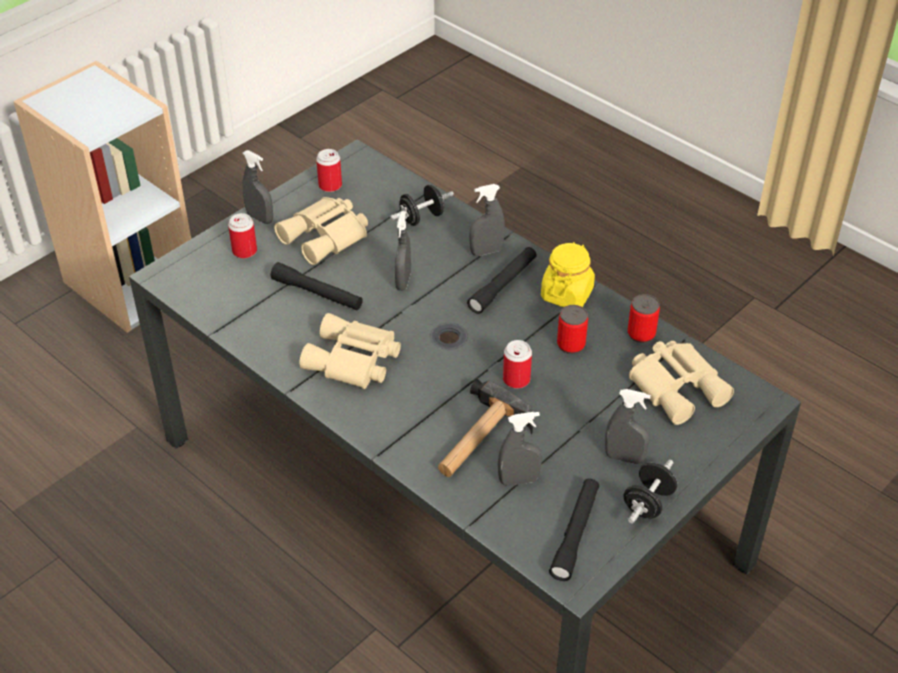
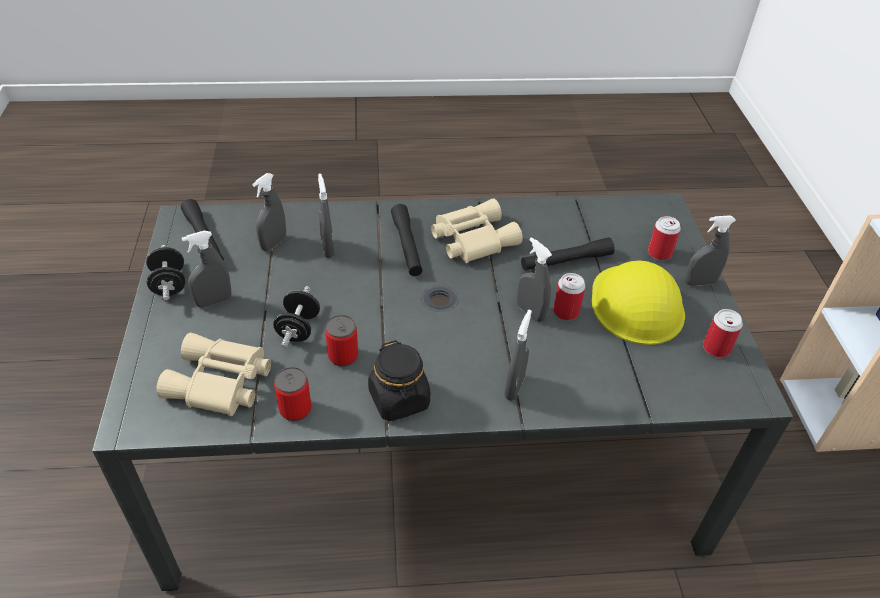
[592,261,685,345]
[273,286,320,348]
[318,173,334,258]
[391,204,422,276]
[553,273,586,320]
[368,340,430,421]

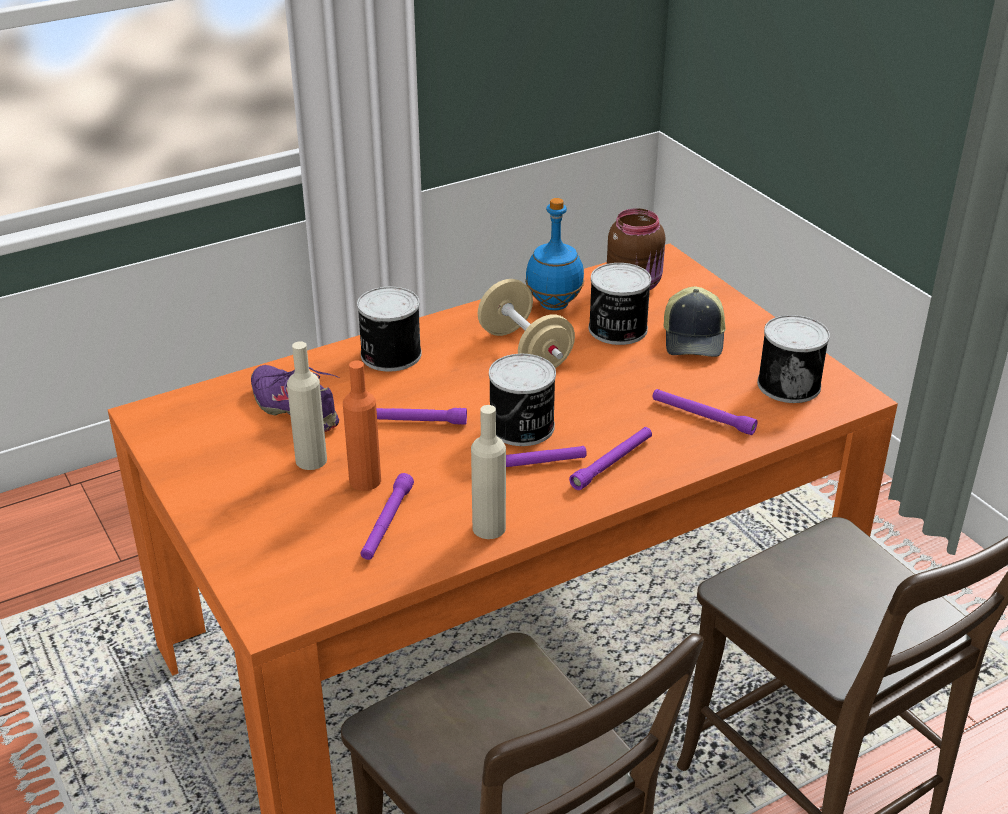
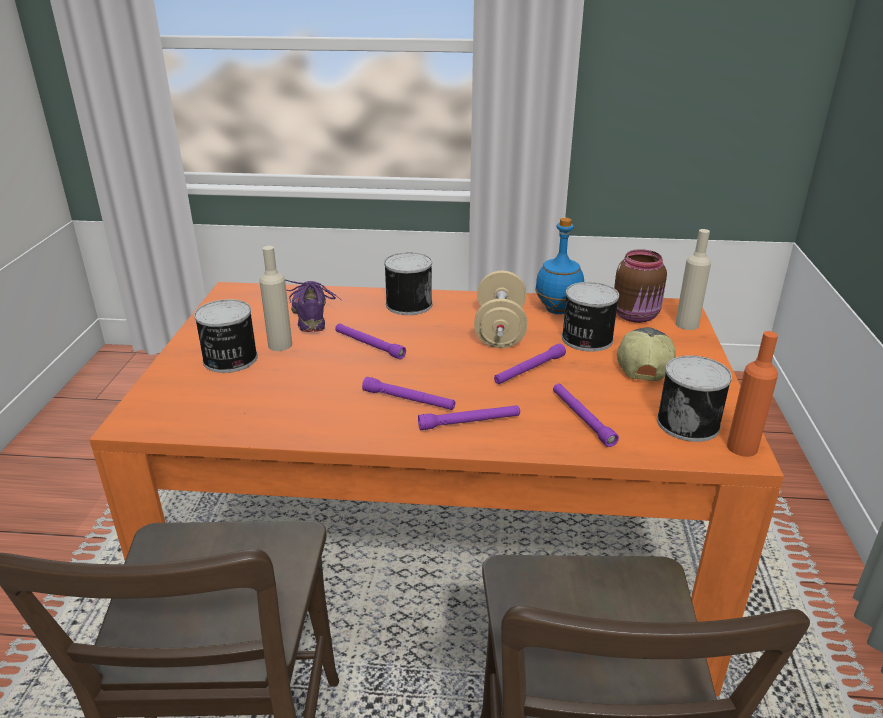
[727,331,778,457]
[494,343,566,384]
[675,229,711,330]
[194,299,258,373]
[617,327,676,381]

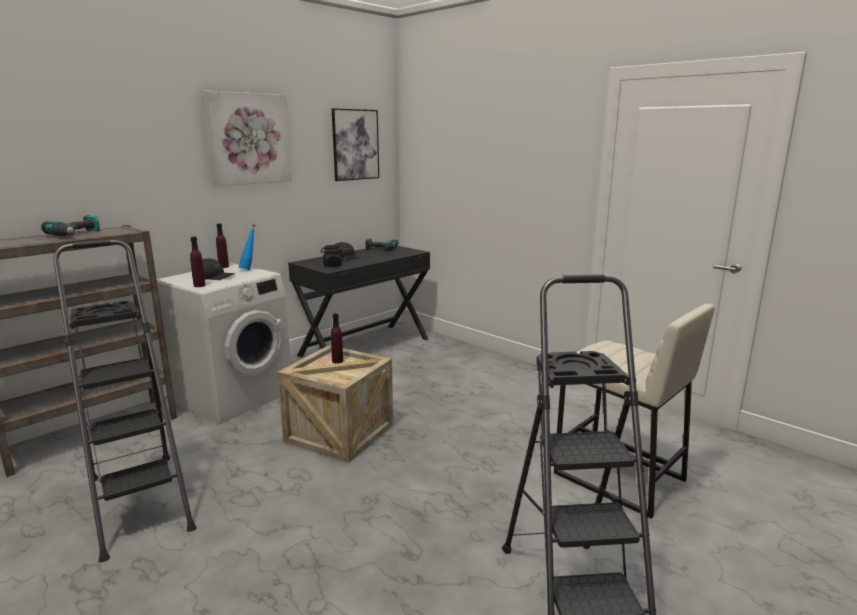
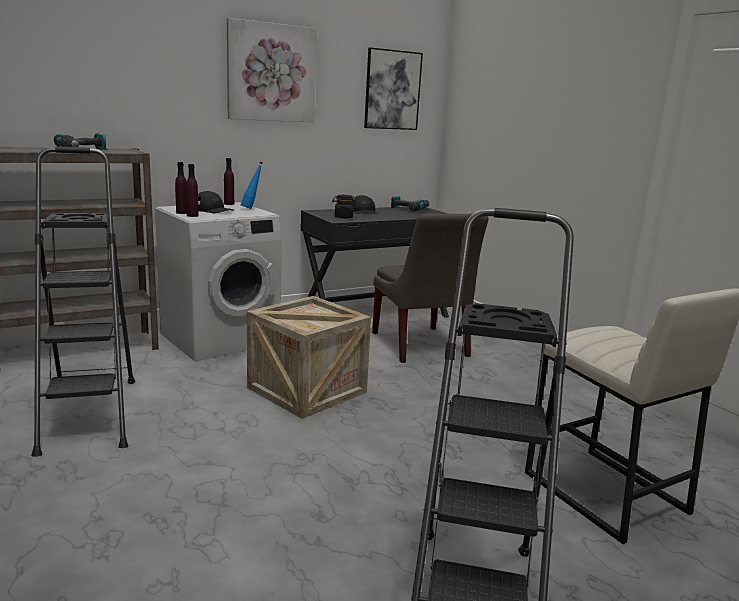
[175,162,187,214]
[372,214,489,363]

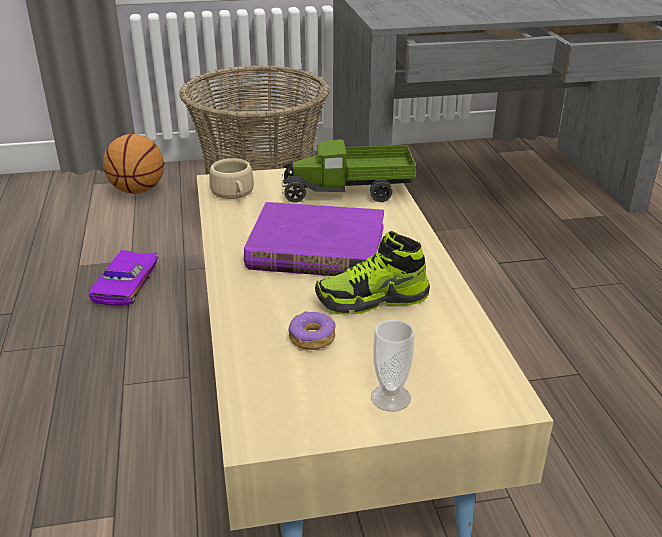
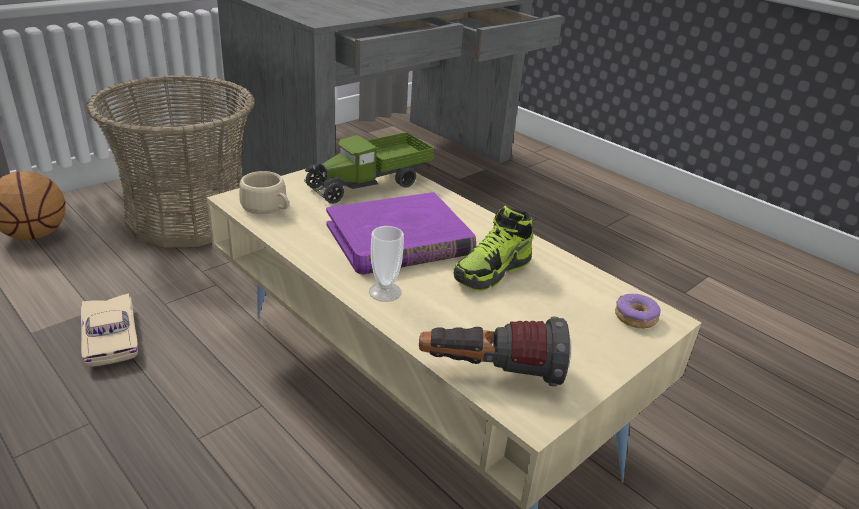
[81,294,138,367]
[615,294,661,329]
[369,226,404,302]
[419,317,571,386]

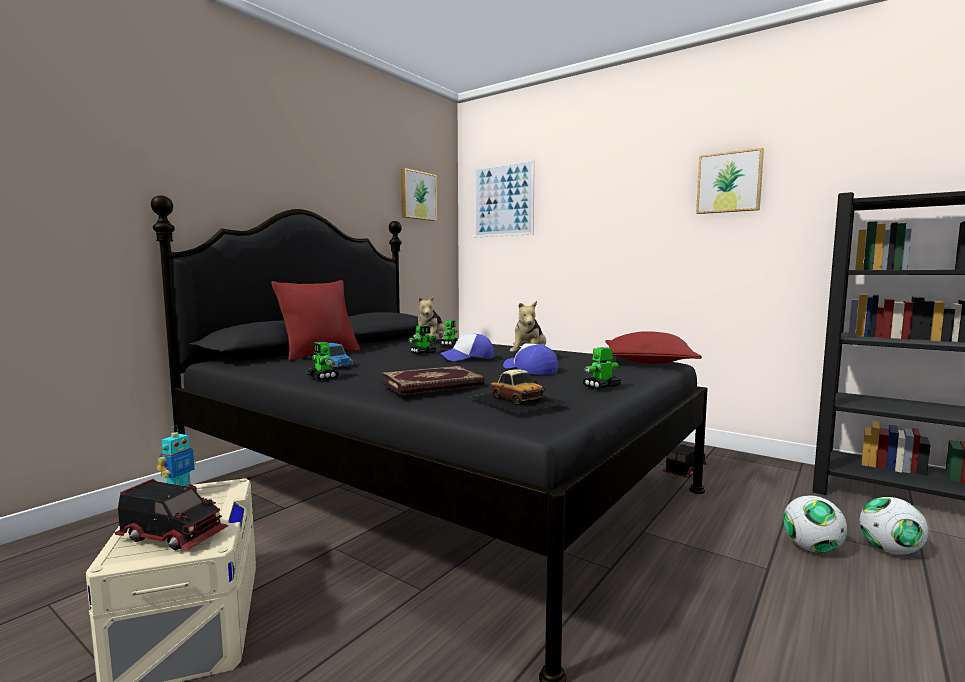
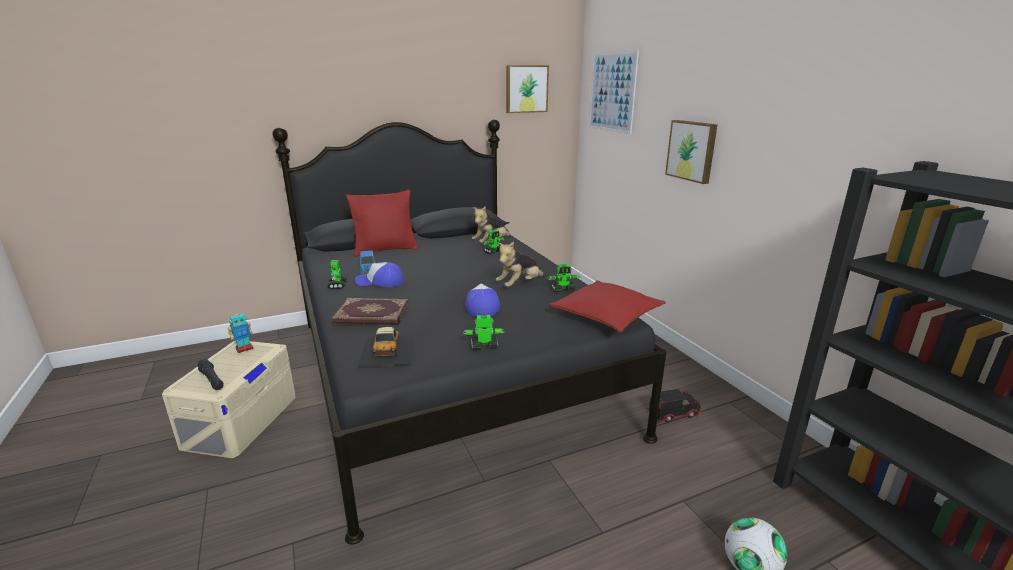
[197,359,224,390]
[548,264,580,292]
[355,262,404,287]
[665,120,718,184]
[783,495,847,553] (first image)

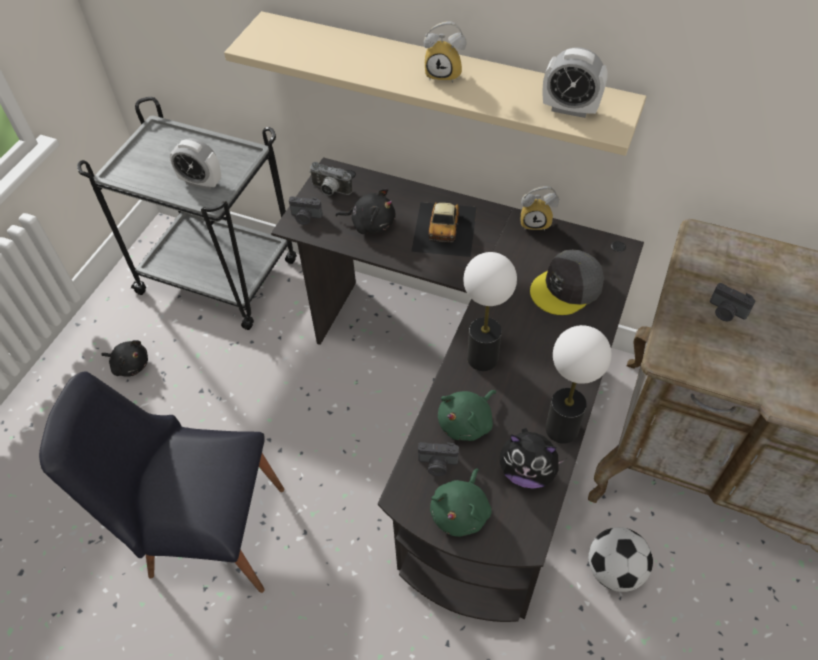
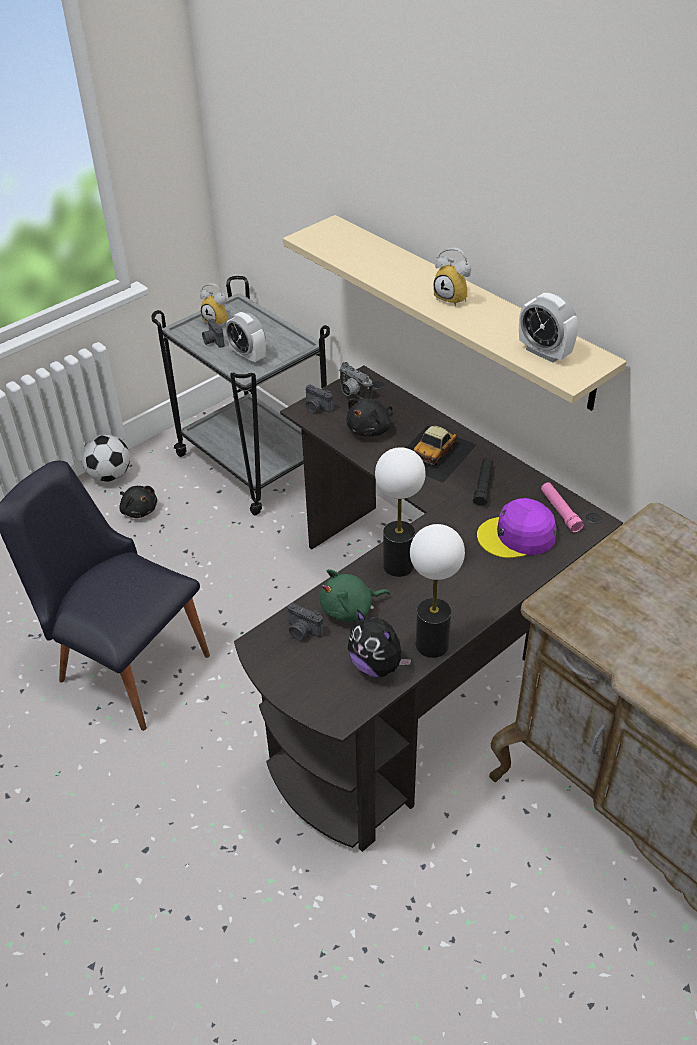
[346,398,393,436]
[430,468,492,537] (first image)
[200,283,228,325]
[477,498,556,558]
[82,435,130,482]
[202,319,225,348]
[473,458,493,507]
[541,482,584,533]

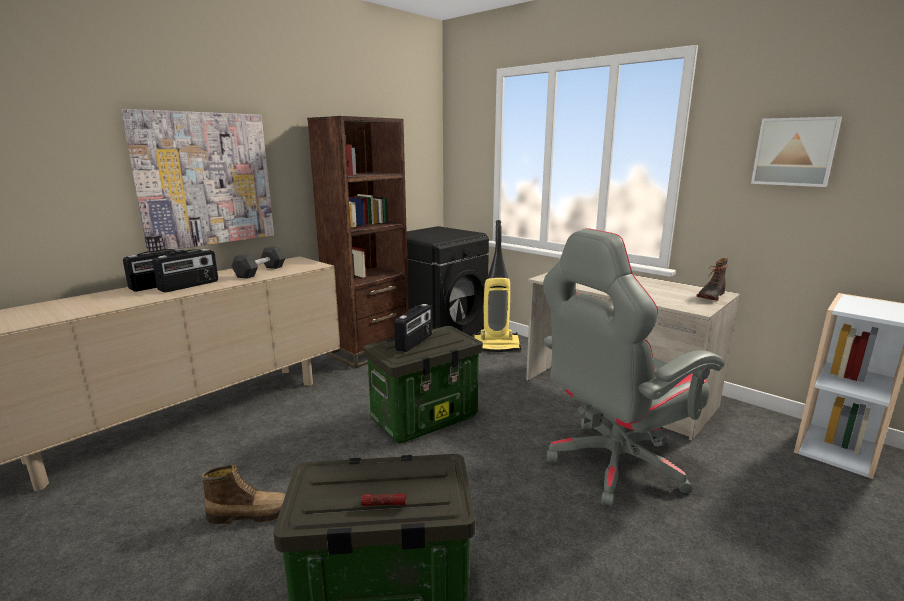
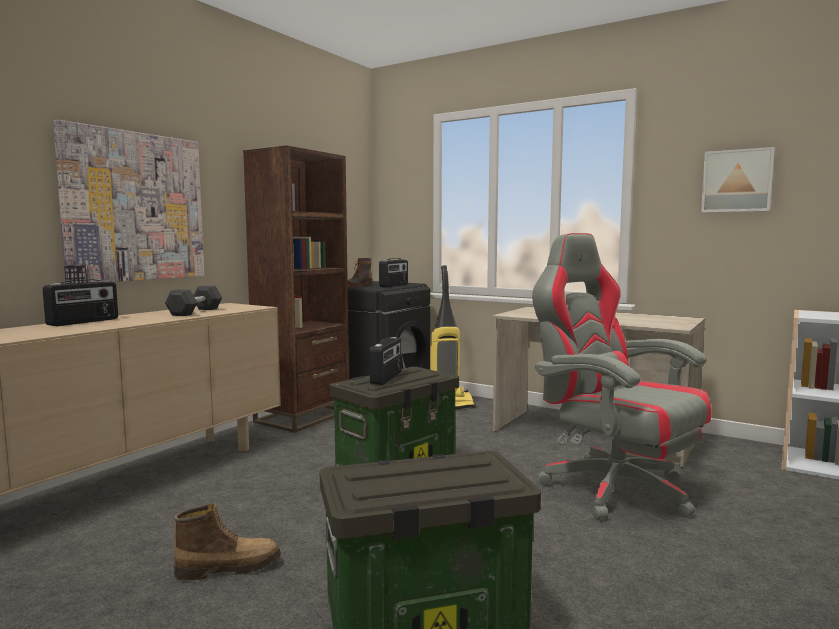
[379,258,408,287]
[361,493,406,506] (first image)
[532,233,712,520]
[348,258,372,287]

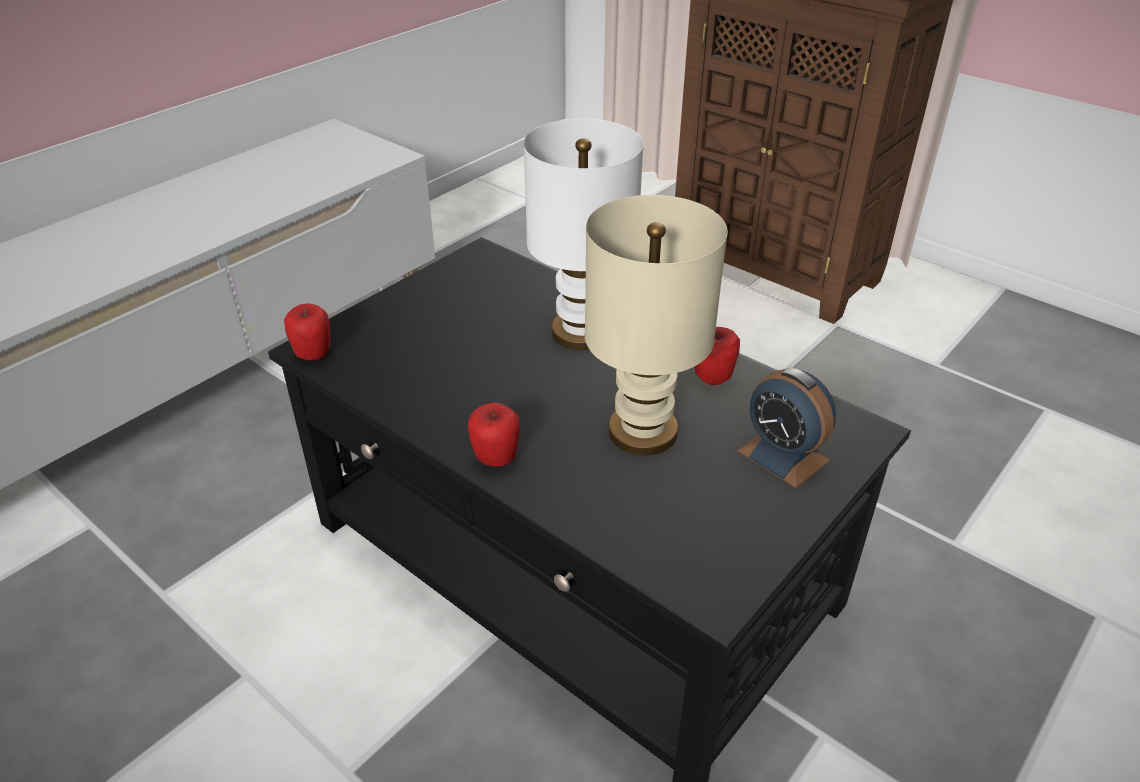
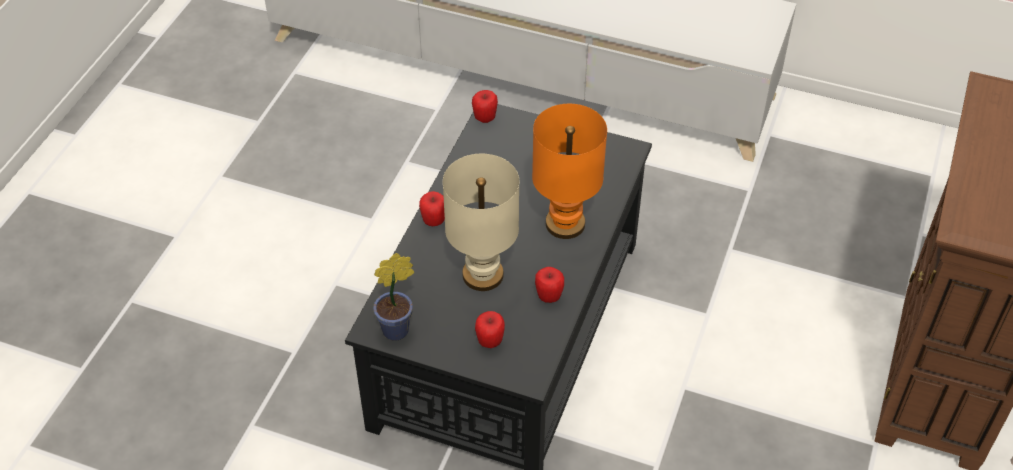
[532,104,607,239]
[475,311,505,348]
[373,253,414,341]

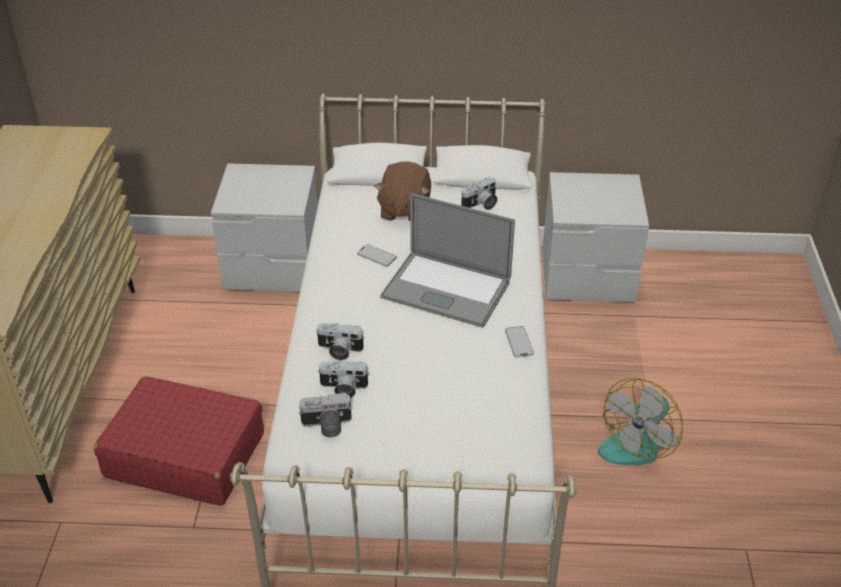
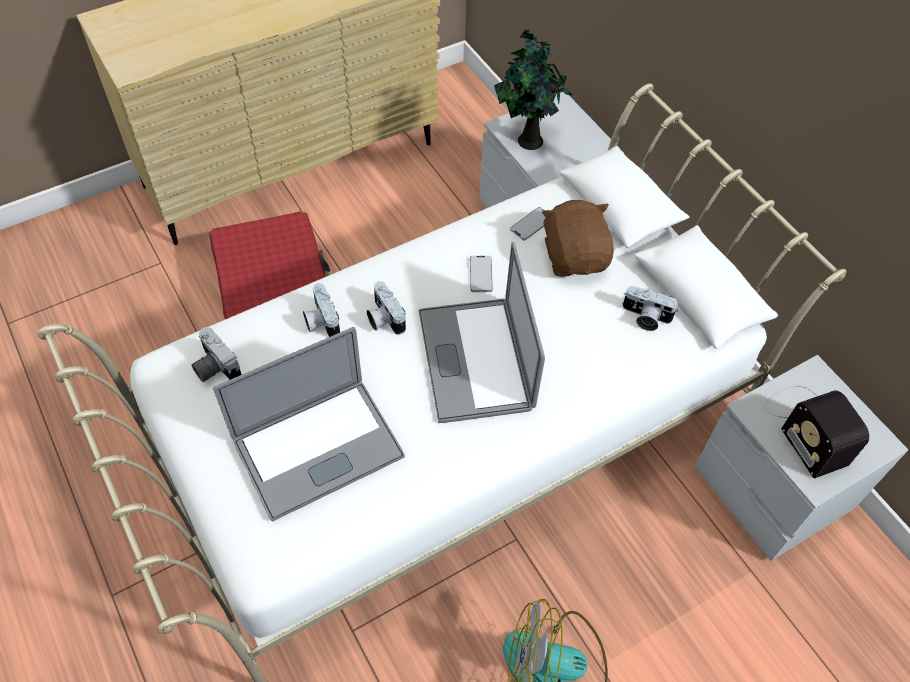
[367,281,406,335]
[542,200,614,277]
[510,207,546,241]
[213,327,405,522]
[494,29,573,150]
[765,386,869,478]

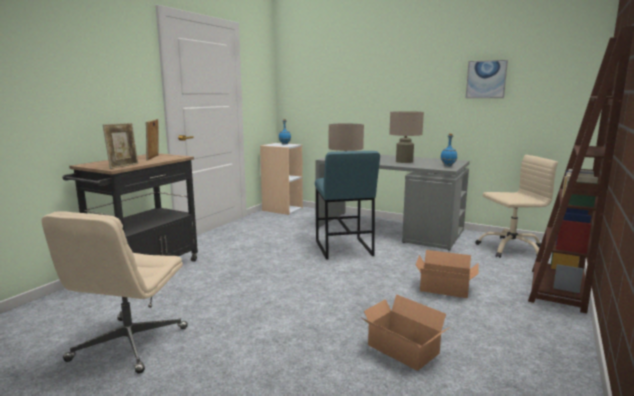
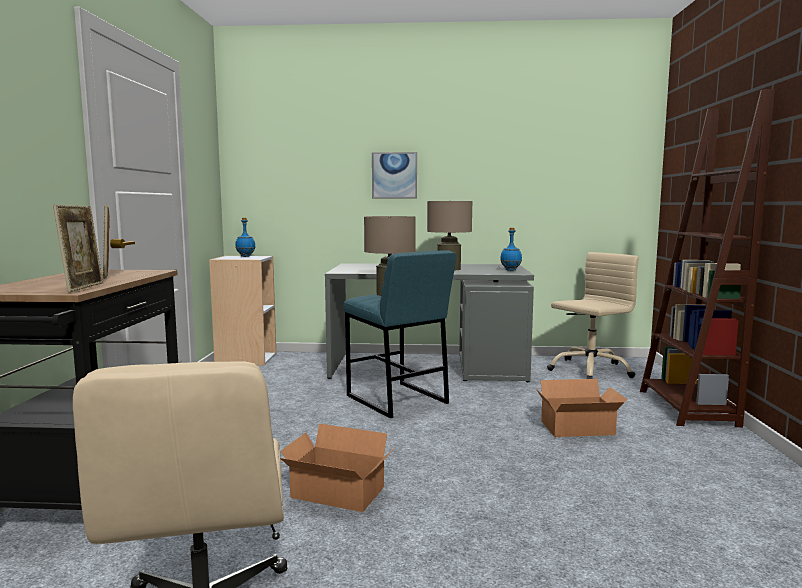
[281,424,394,512]
[372,152,417,198]

